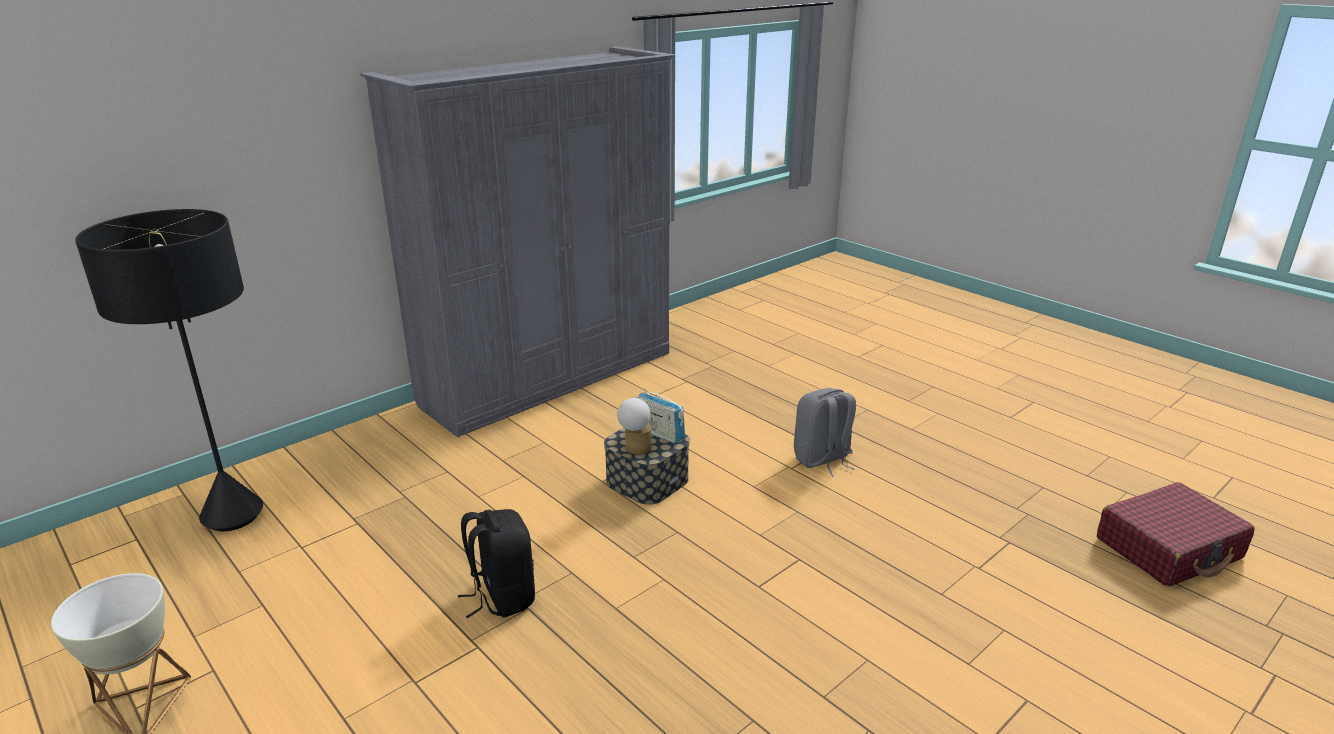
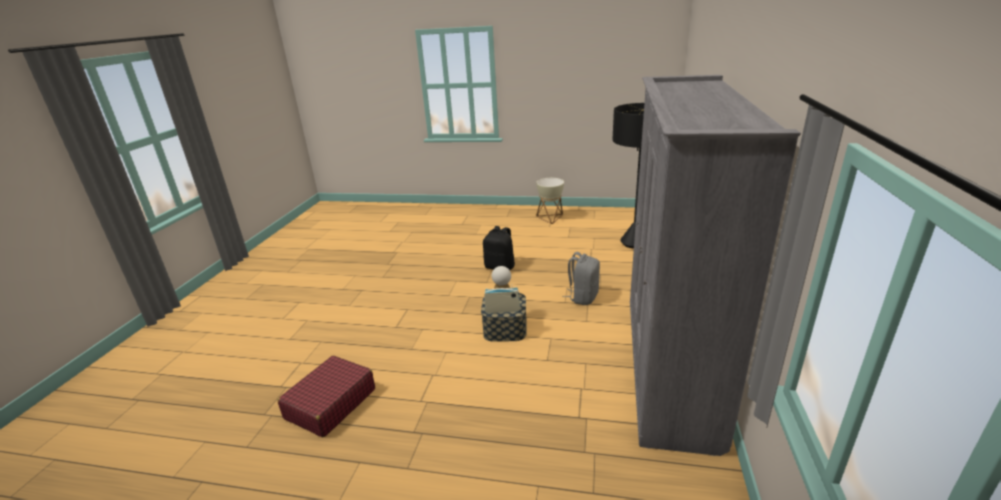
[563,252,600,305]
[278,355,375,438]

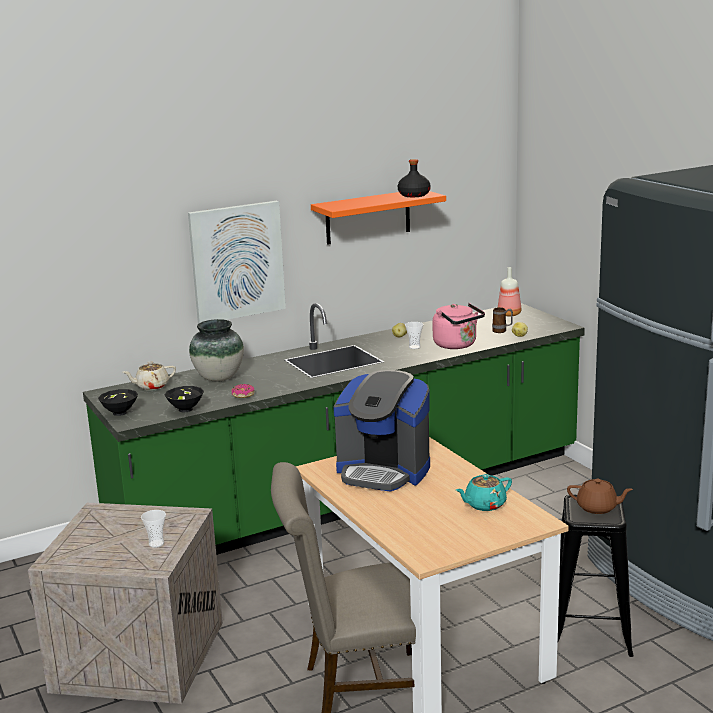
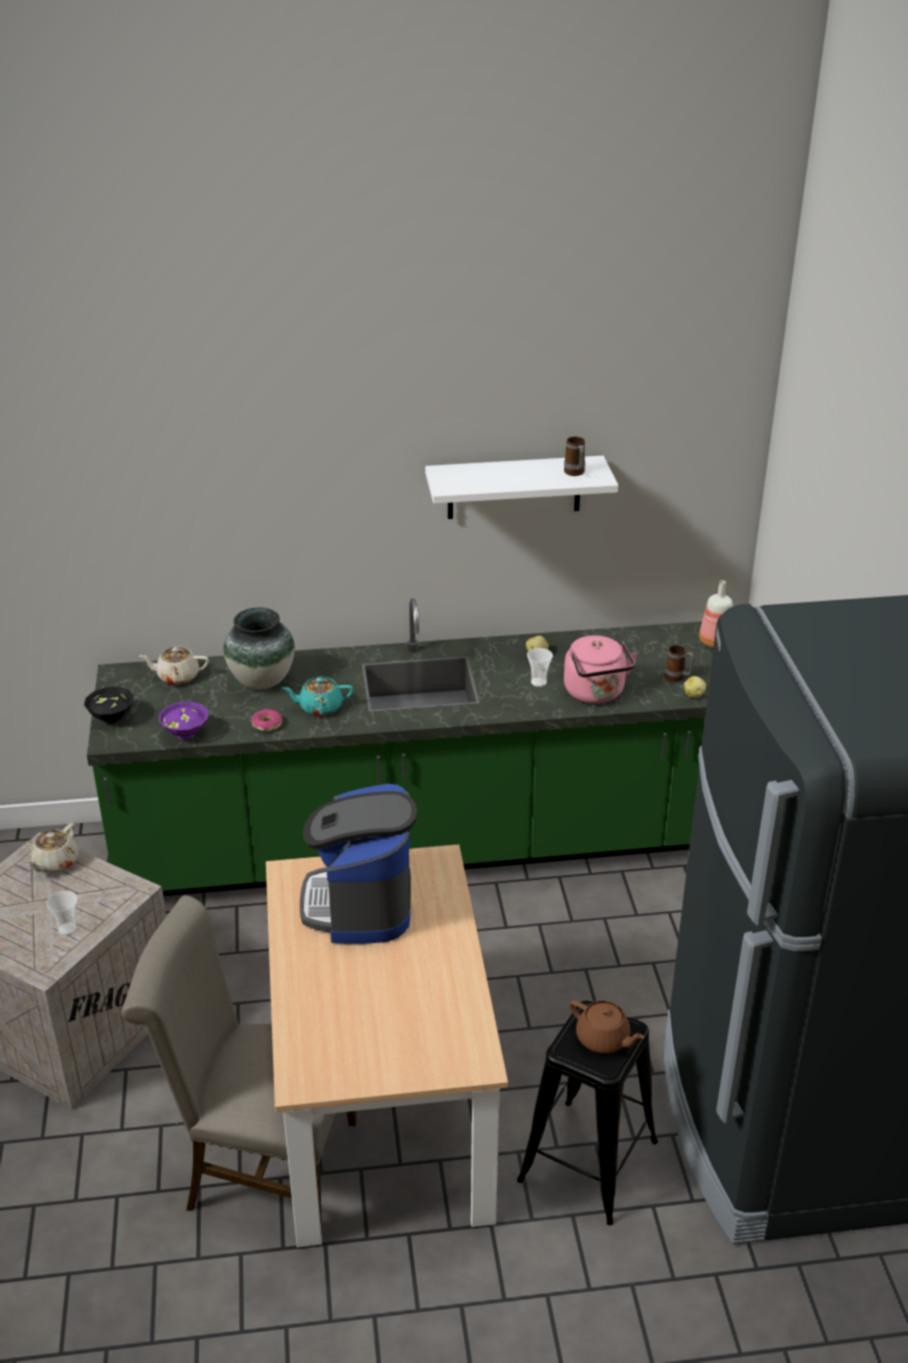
[159,701,208,740]
[188,201,286,323] (first image)
[425,456,618,519]
[300,784,417,944]
[564,436,585,476]
[282,676,353,716]
[27,824,79,873]

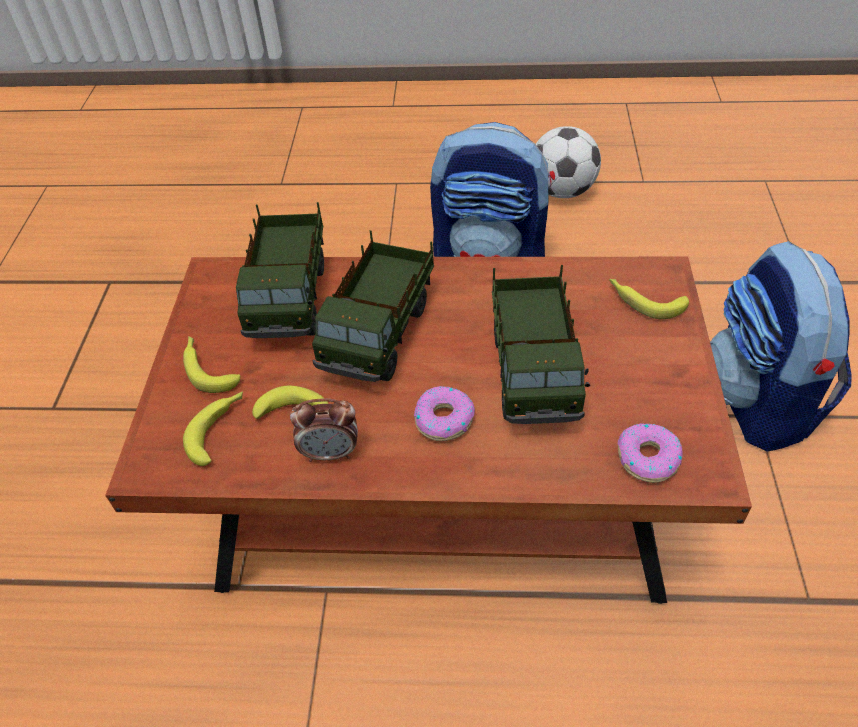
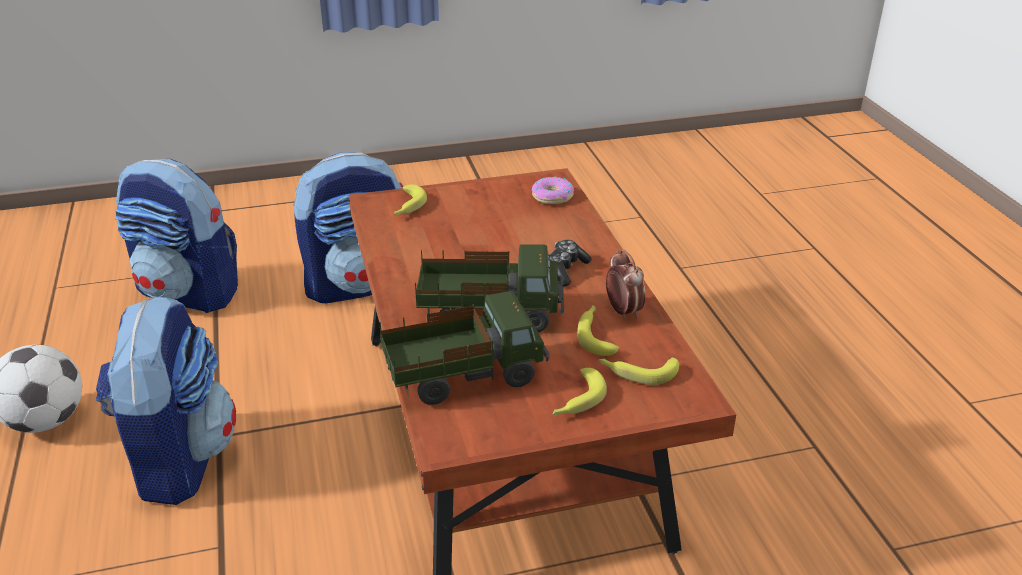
[549,240,592,287]
[492,265,590,424] (first image)
[115,159,238,313]

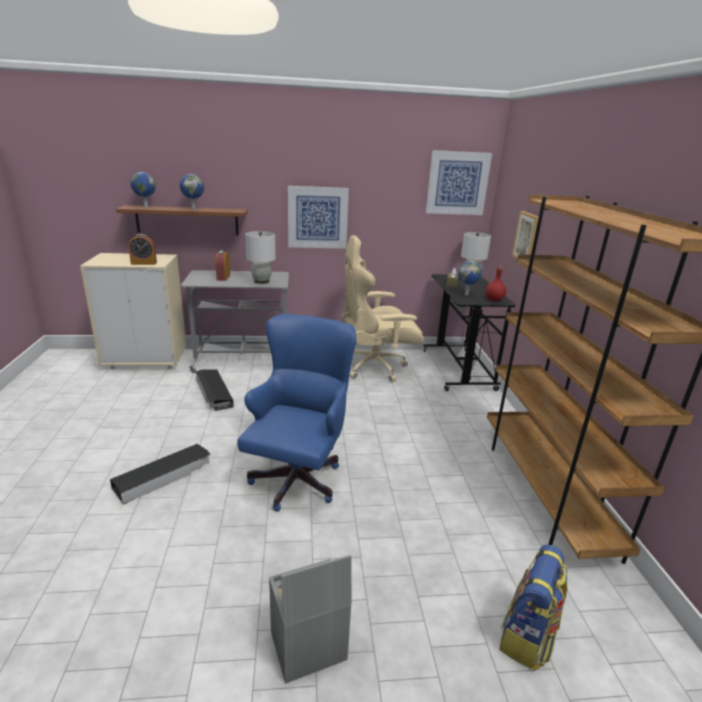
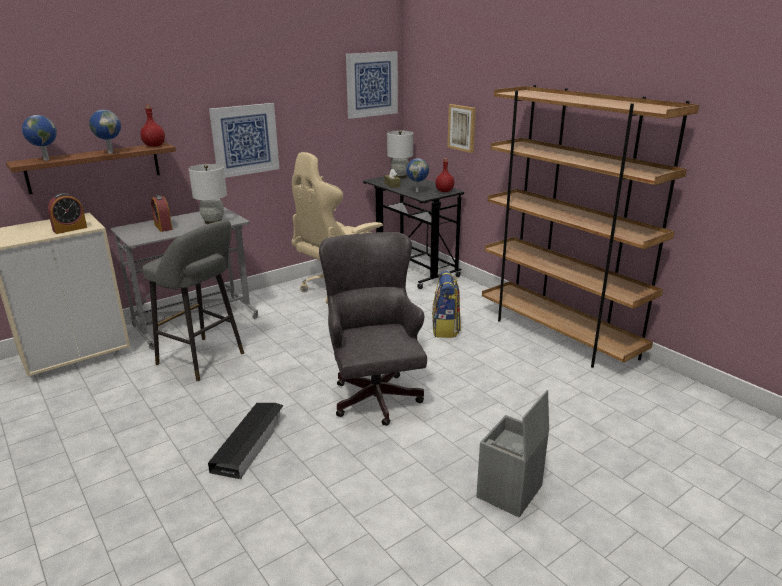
[143,220,244,381]
[319,232,427,426]
[432,271,461,338]
[141,105,165,147]

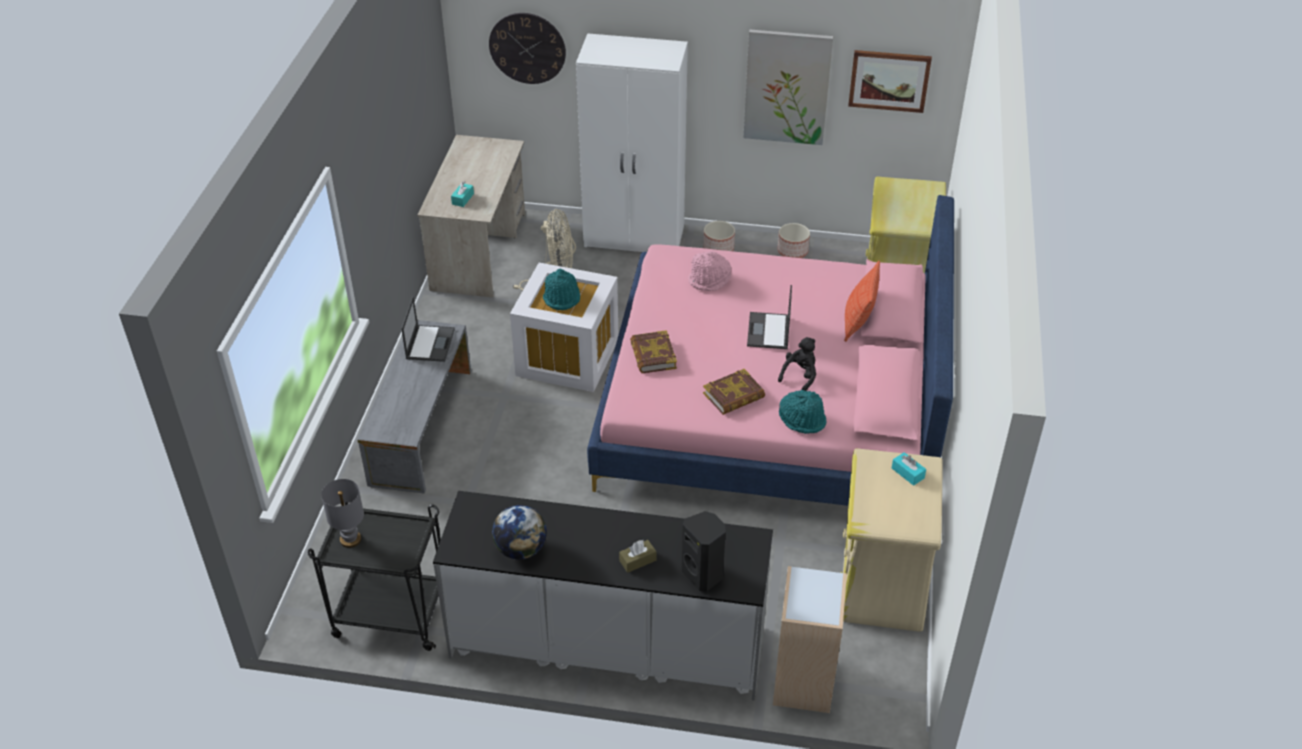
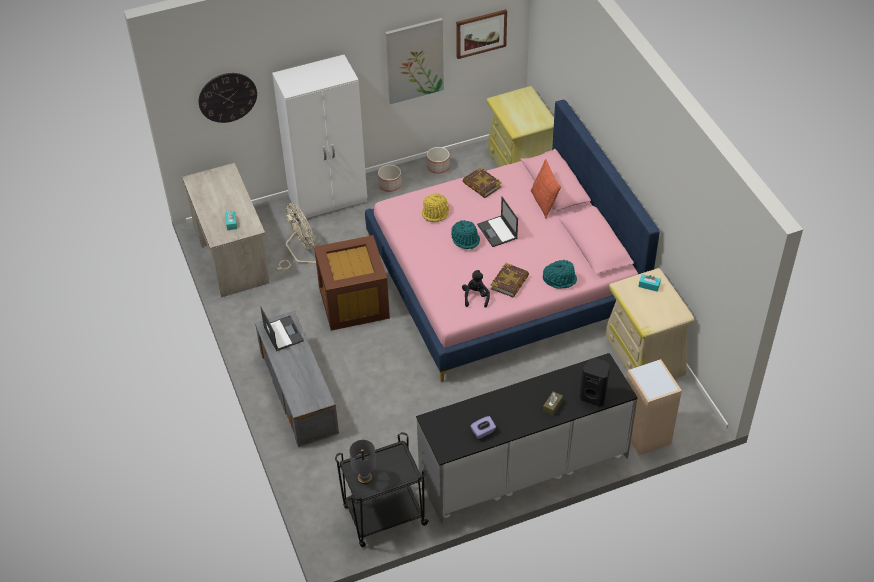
[470,416,496,439]
[314,235,390,331]
[451,220,480,249]
[463,167,502,198]
[422,193,449,222]
[462,270,490,308]

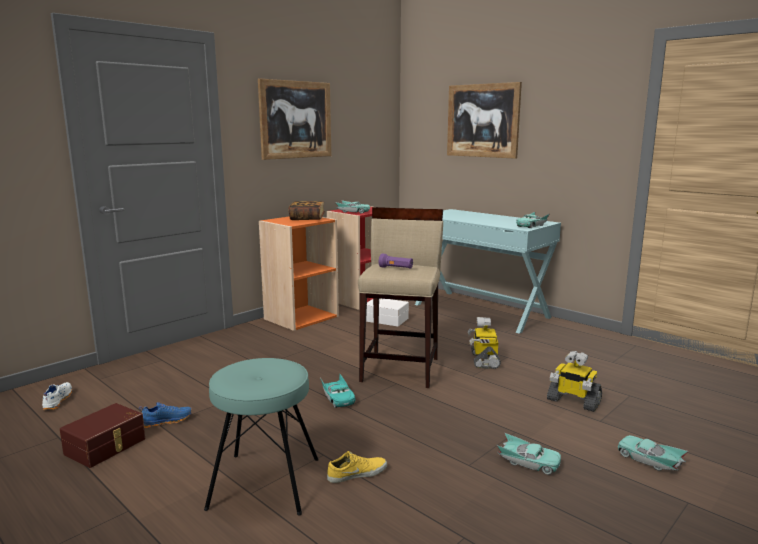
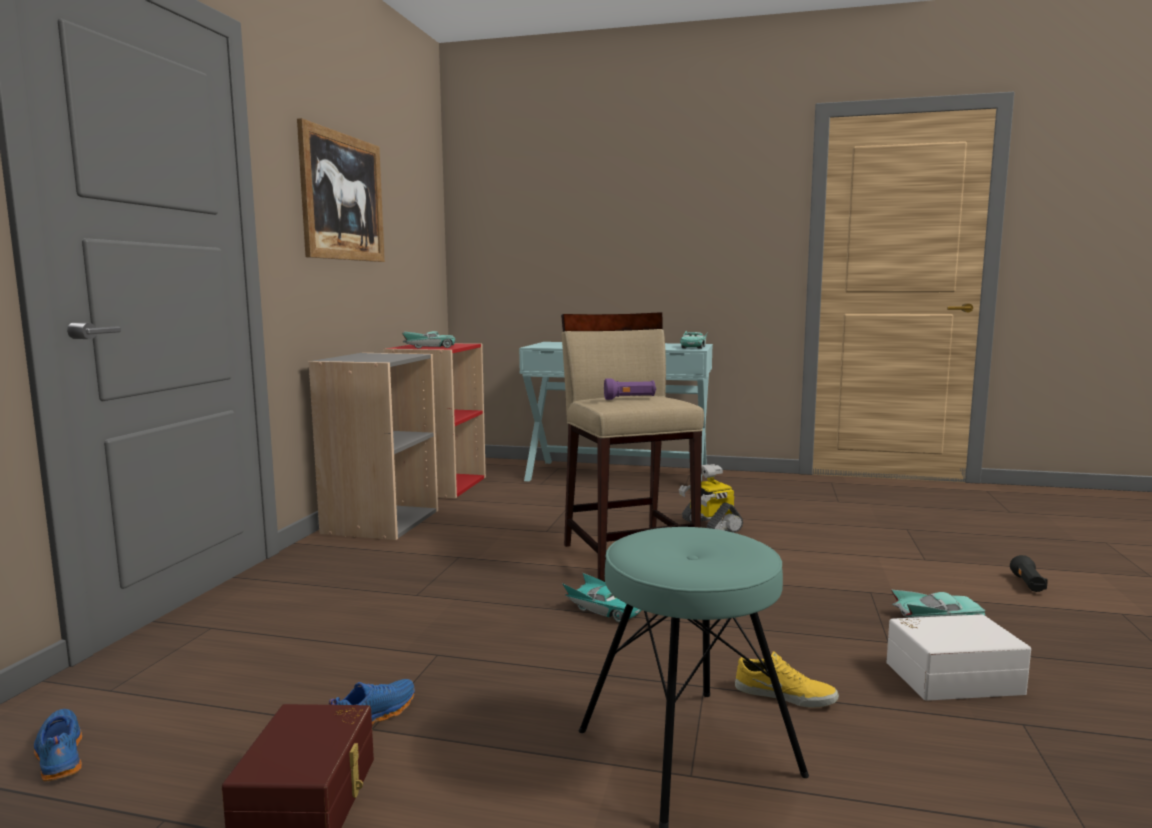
[34,709,82,782]
[309,353,438,540]
[289,201,325,220] (first image)
[735,651,839,708]
[886,614,1031,701]
[447,82,522,159] (first image)
[547,351,602,412] (first image)
[1010,555,1048,592]

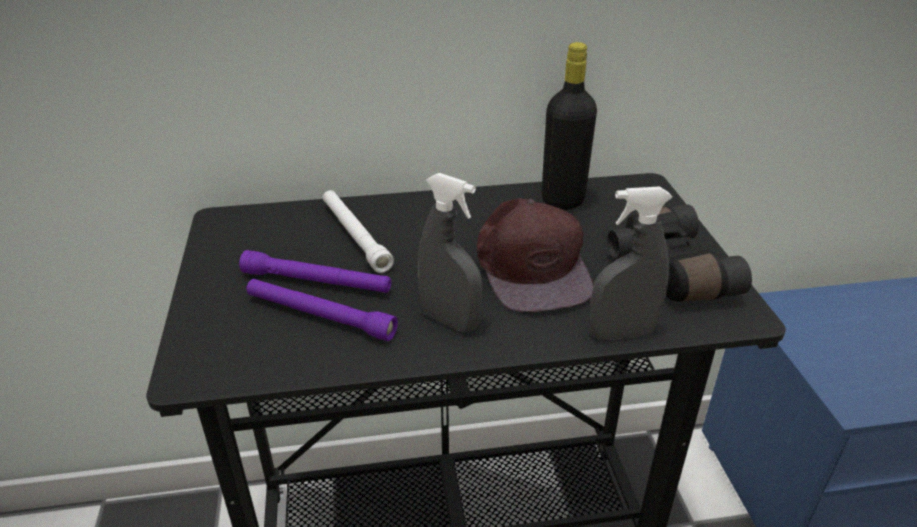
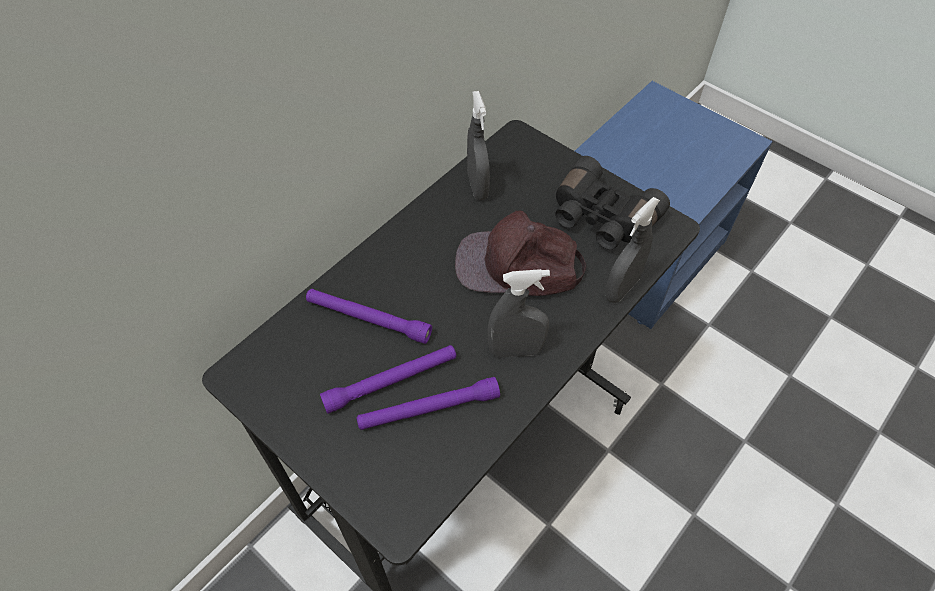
[306,289,432,344]
[455,211,586,296]
[467,91,490,200]

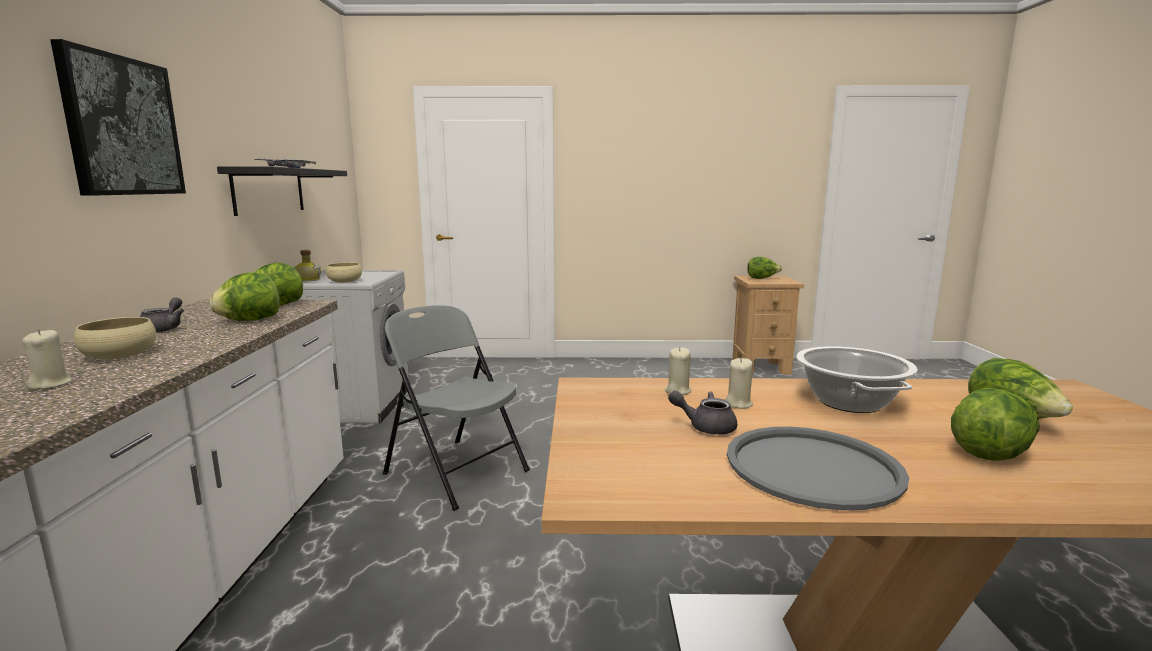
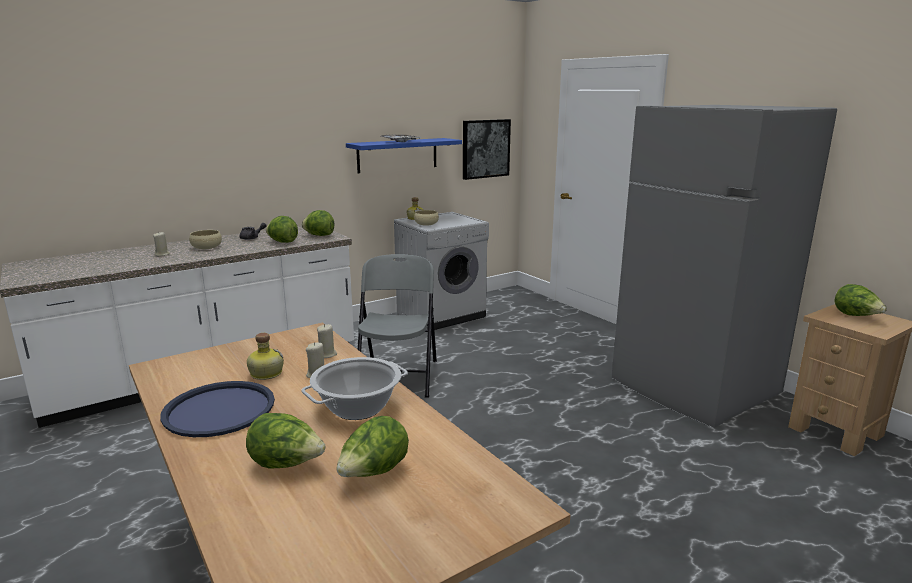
[463,119,511,180]
[346,138,462,173]
[247,333,284,380]
[160,381,275,437]
[612,105,837,428]

